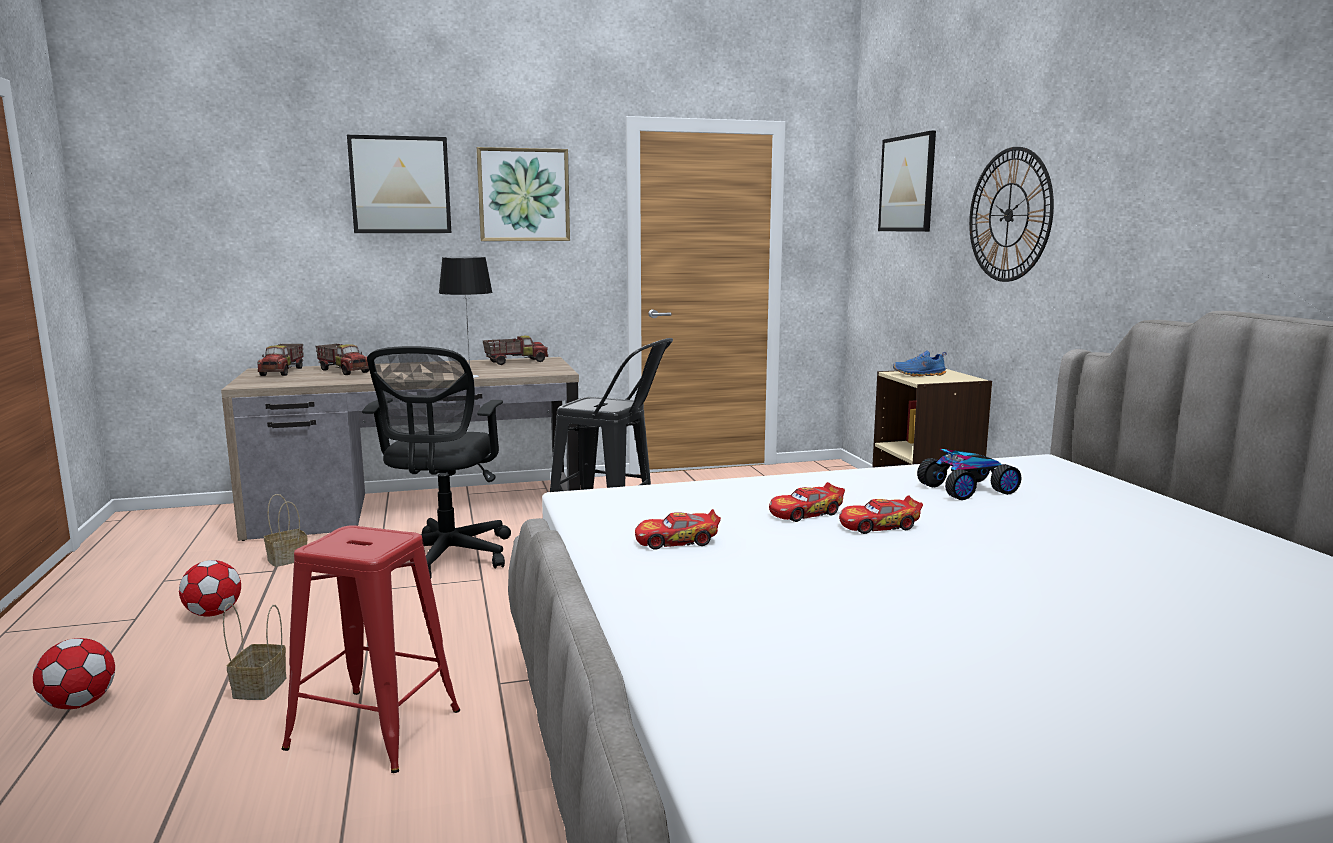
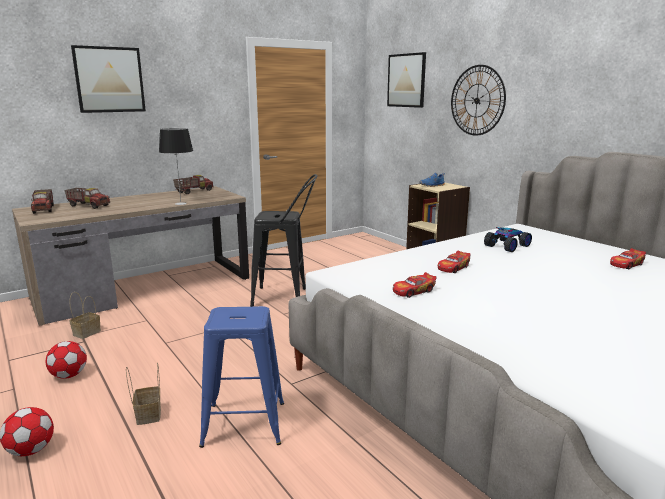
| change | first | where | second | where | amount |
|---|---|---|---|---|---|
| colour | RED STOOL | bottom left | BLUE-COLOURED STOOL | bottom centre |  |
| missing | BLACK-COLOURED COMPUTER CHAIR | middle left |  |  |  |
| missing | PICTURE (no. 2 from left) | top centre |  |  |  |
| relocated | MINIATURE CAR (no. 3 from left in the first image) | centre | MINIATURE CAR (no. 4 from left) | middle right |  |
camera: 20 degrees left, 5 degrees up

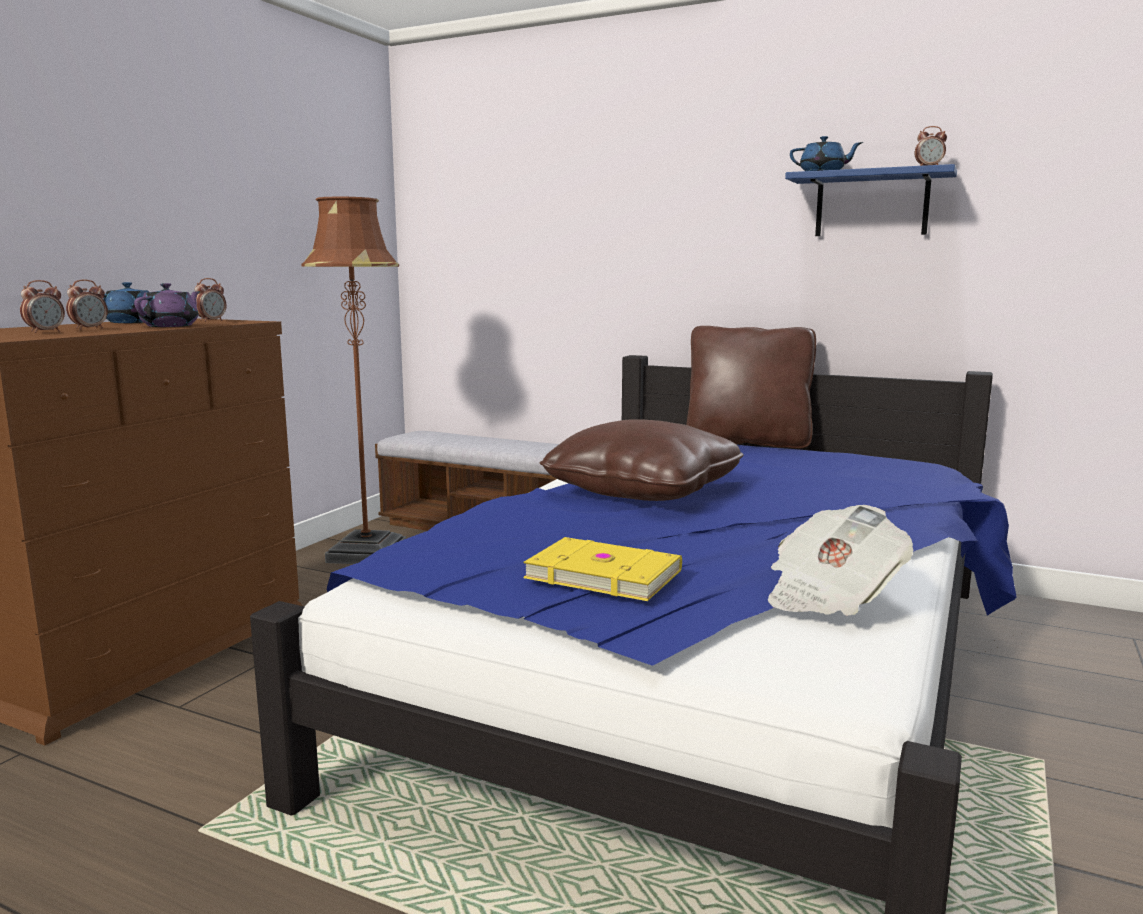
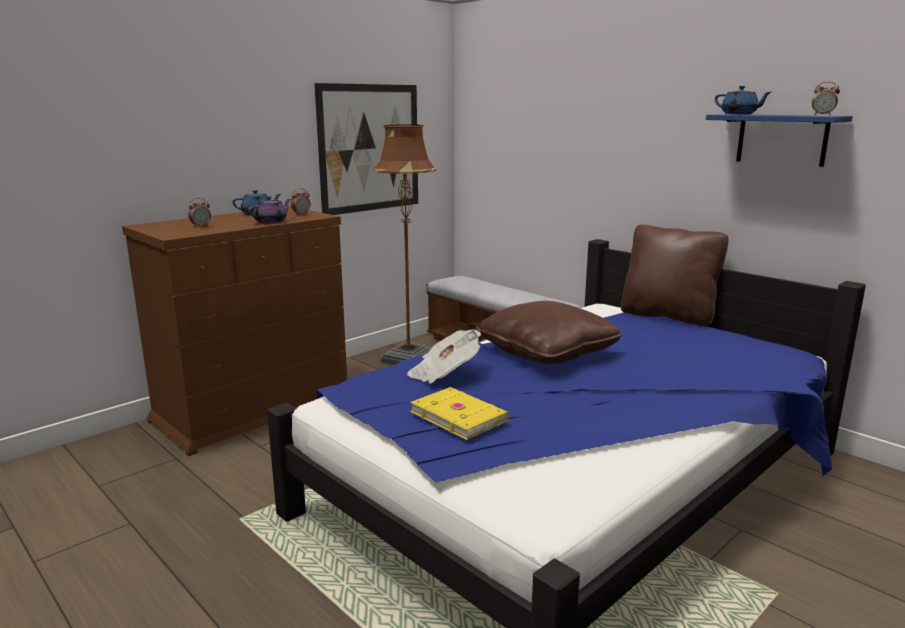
| change | first | where | second | where | amount |
|---|---|---|---|---|---|
| missing | BEDSIDE CLOCK (no. 2 from left) | middle left |  |  |  |
| relocated | PRINTED PAPER | middle right |  | centre |  |
| appeared |  |  | PICTURE | top centre |  |
camera: 20 degrees right, 5 degrees up

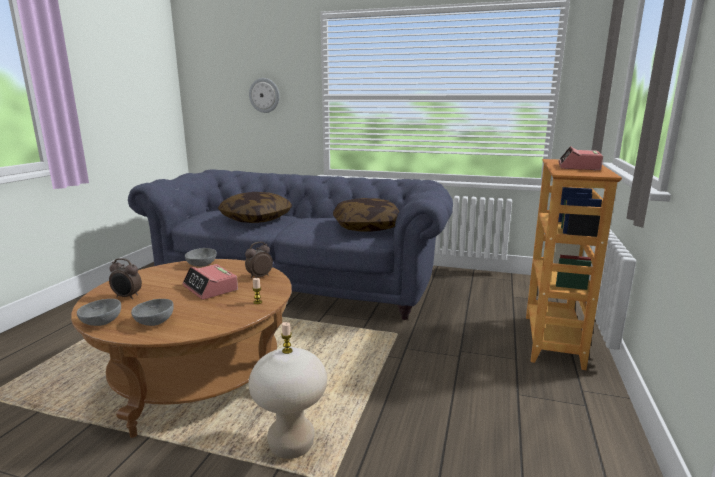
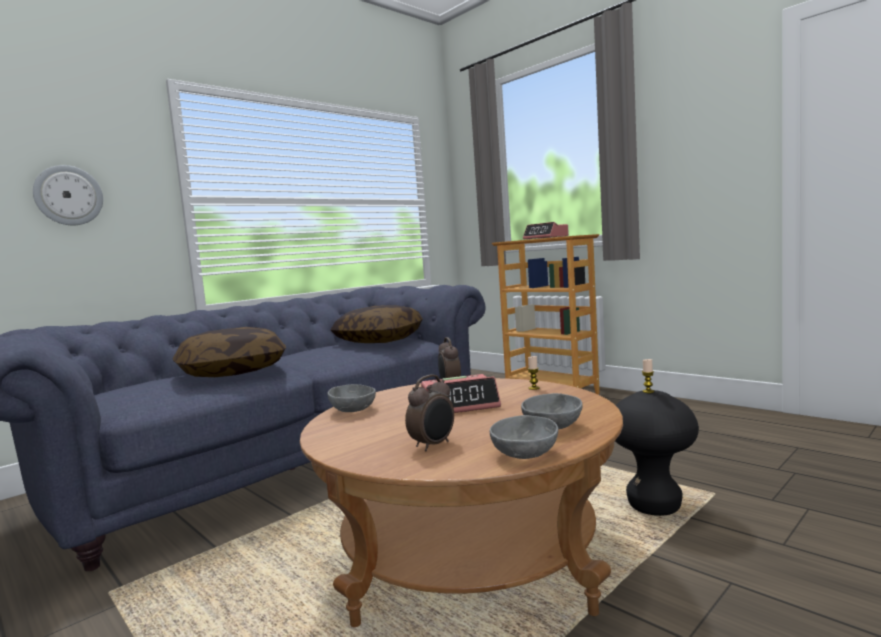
| change | first | where | second | where | amount |
|---|---|---|---|---|---|
| colour | BEIGE STOOL | bottom centre | BLACK-COLOURED STOOL | bottom right |  |
camera: 60 degrees left, 10 degrees down

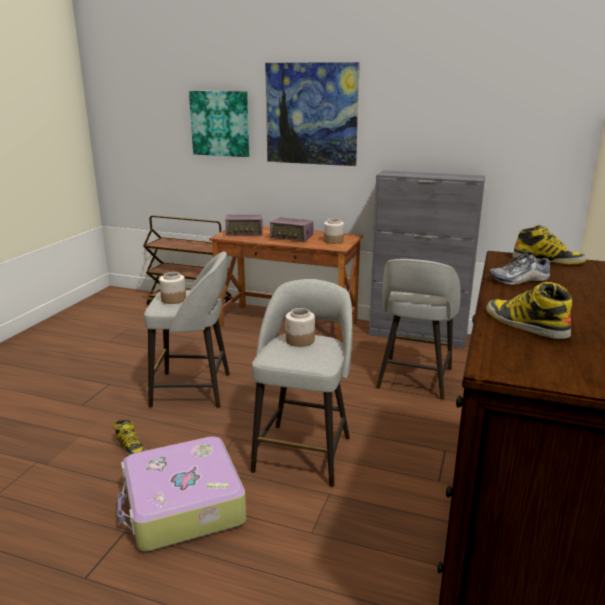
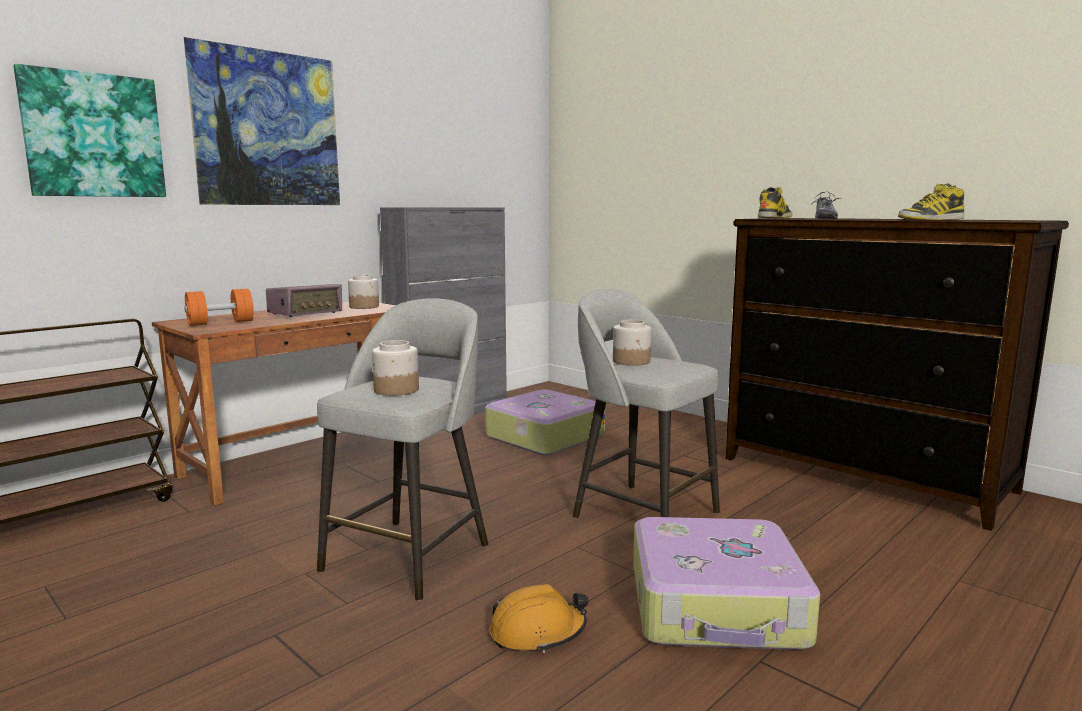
| change | first | where | second | where | amount |
|---|---|---|---|---|---|
| exchanged | BOOT (no. 1 from left) | bottom left | ORANGE-COLOURED SAFETY HELMET | bottom centre |  |
| exchanged | RADIO RECEIVER (no. 1 from left) | centre | ORANGE-COLOURED HAND WEIGHT | middle left |  |
| exchanged | GRAY STOOL (no. 3 from left) | middle right | PIECE OF LUGGAGE (no. 1 from left) | centre |  |
camera: 65 degrees left, 10 degrees down

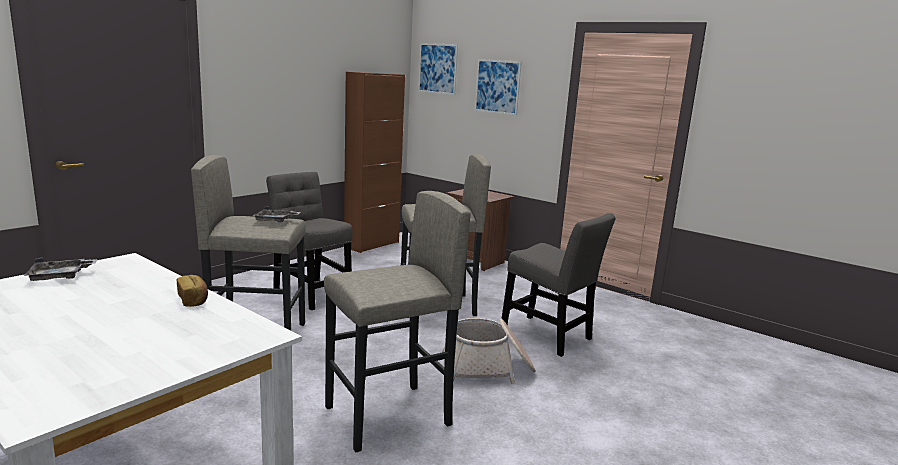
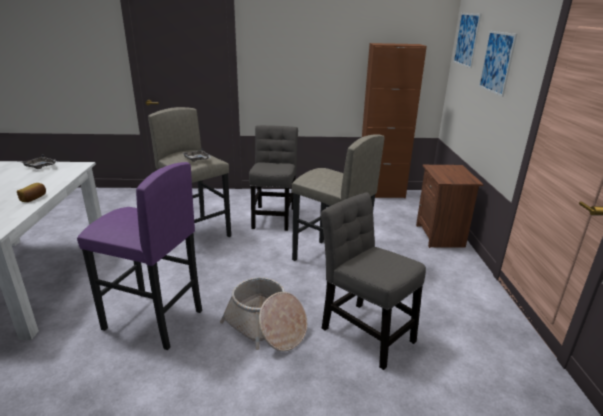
| change | first | where | second | where | amount |
|---|---|---|---|---|---|
| colour | GRAY STOOL (no. 2 from left) | bottom centre | PURPLISH STOOL | middle left |  |
| spun | GRAY CHAIR (no. 2 from left) | centre |  | bottom centre | 135 degrees clockwise |
camera: 50 degrees right, 10 degrees up

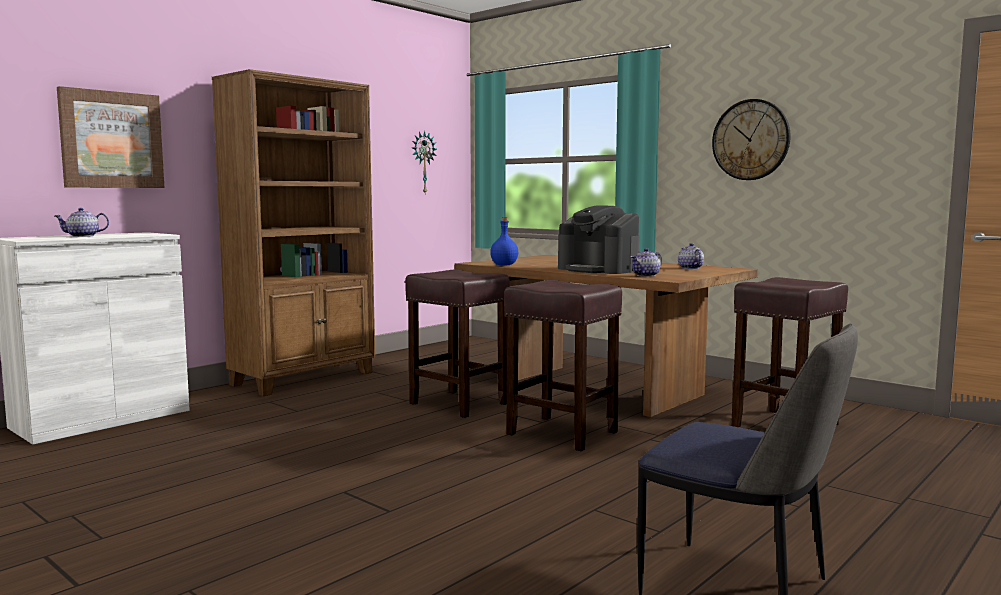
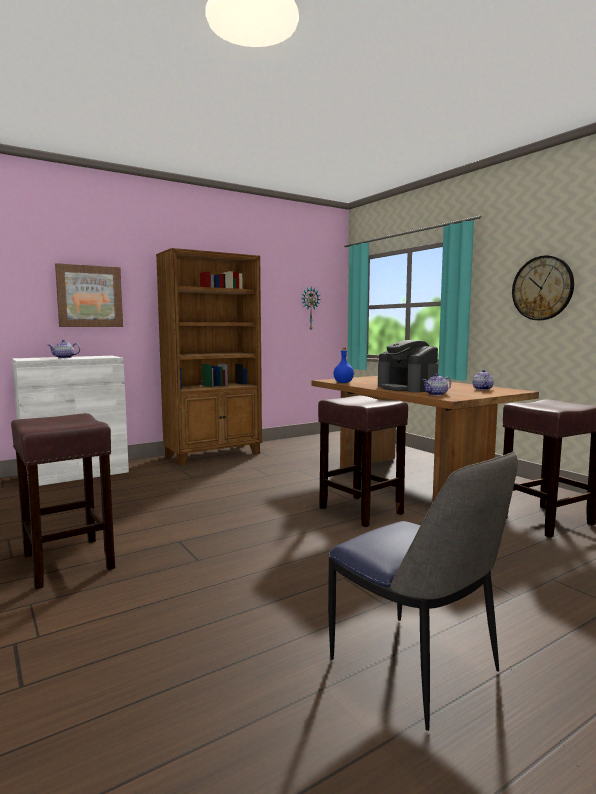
| change | first | where | second | where | amount |
|---|---|---|---|---|---|
| relocated | BROWN STOOL (no. 1 from left) | centre |  | middle left |  |
camera: 15 degrees right, 0 degrees up

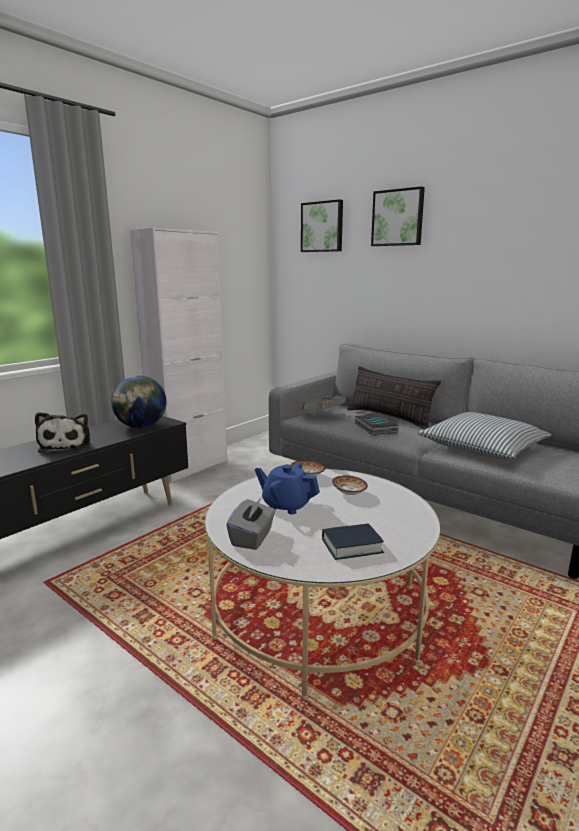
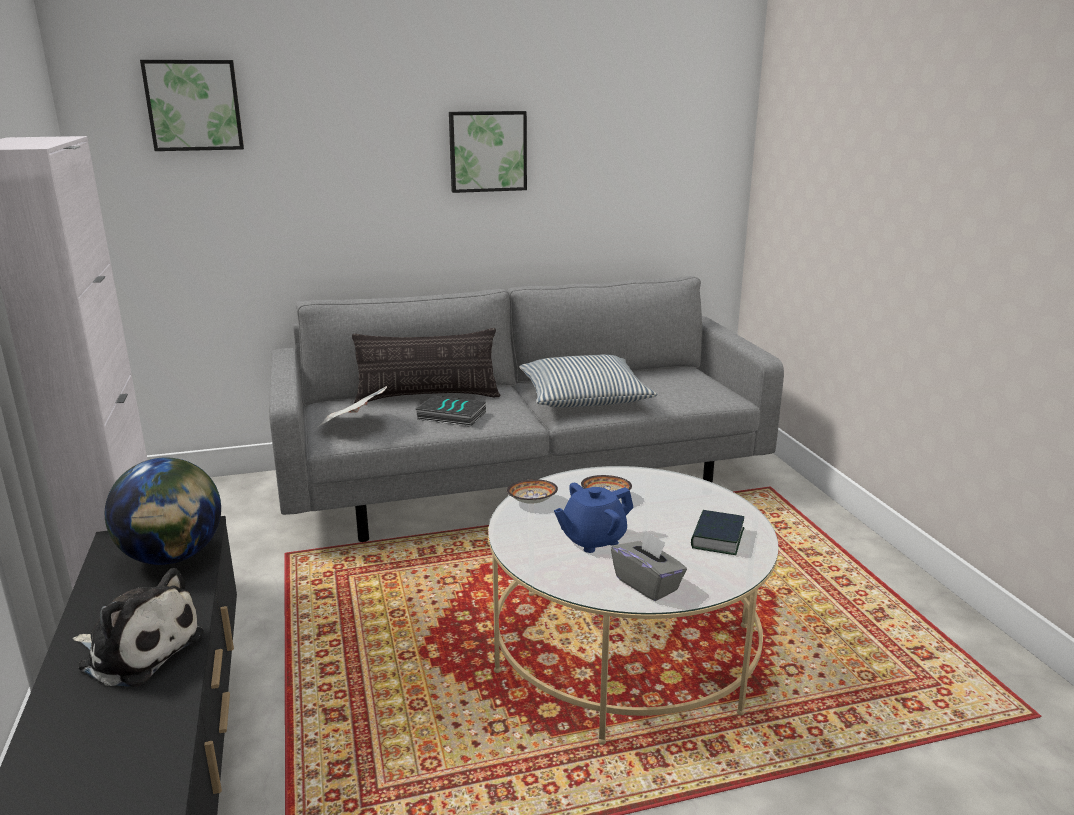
| change | first | where | second | where | amount |
|---|---|---|---|---|---|
| relocated | PICTURE (no. 2 from left) | top right |  | top centre |  |
camera: 55 degrees left, 5 degrees up

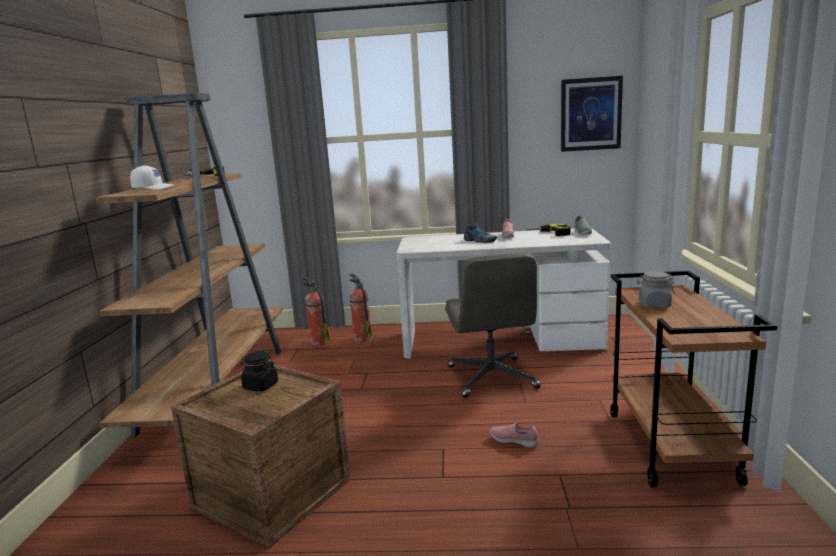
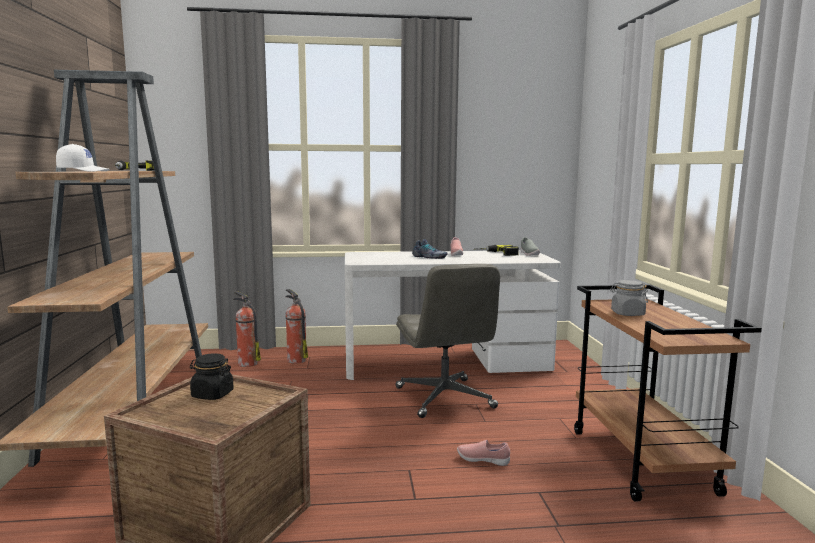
| change | first | where | second | where | amount |
|---|---|---|---|---|---|
| missing | PICTURE | top right |  |  |  |
camera: 10 degrees left, 5 degrees down

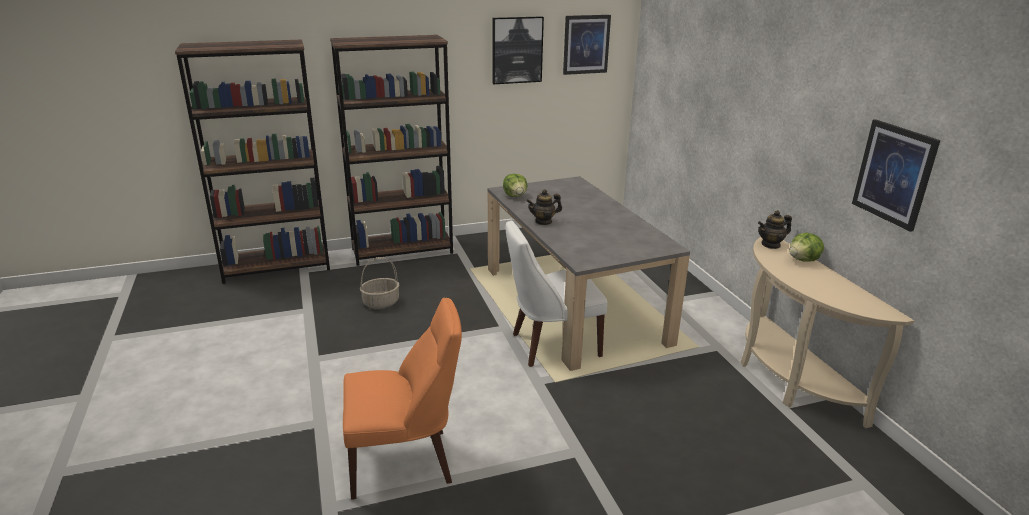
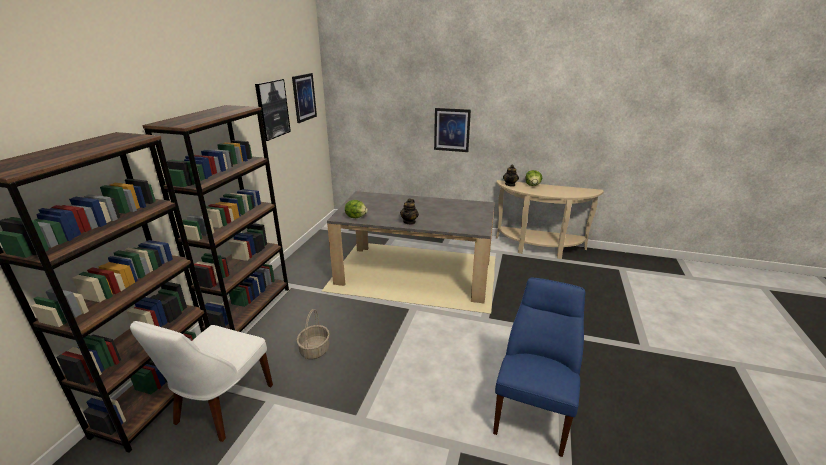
| change | first | where | second | where | amount |
|---|---|---|---|---|---|
| colour | ORANGE-COLOURED CHAIR | bottom centre | BLUE-COLOURED CHAIR | bottom centre |  |
| relocated | WHITE-COLOURED CHAIR | centre |  | bottom left |  |
| relocated | PICTURE (no. 3 from left) | middle right |  | top centre |  |
camera: 55 degrees left, 0 degrees up

